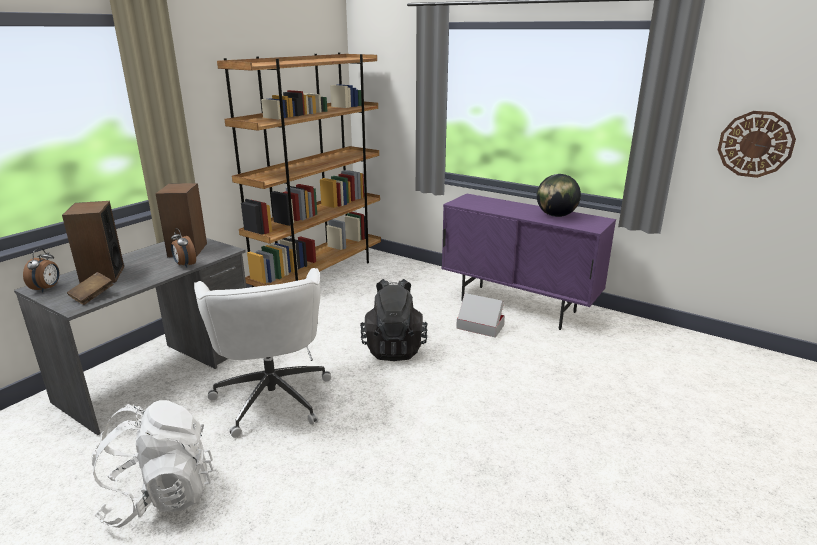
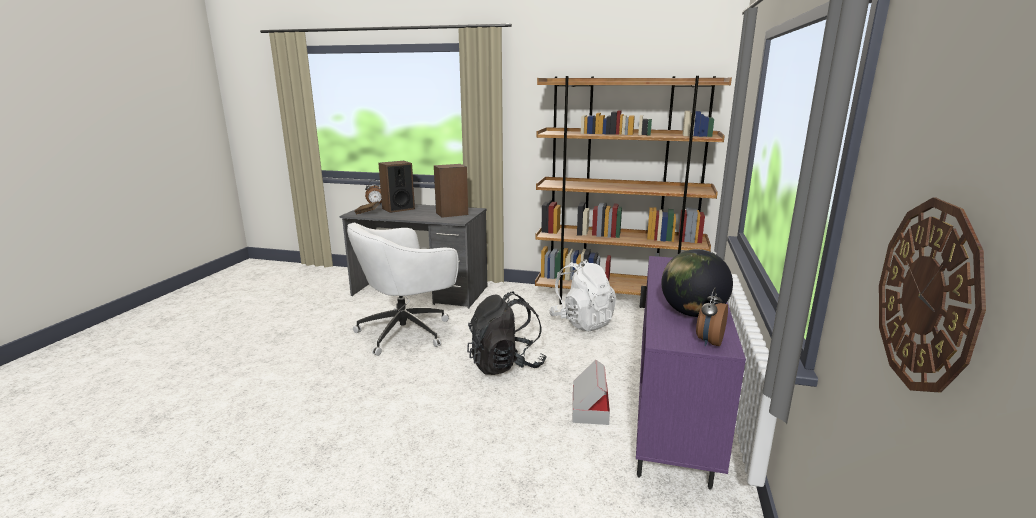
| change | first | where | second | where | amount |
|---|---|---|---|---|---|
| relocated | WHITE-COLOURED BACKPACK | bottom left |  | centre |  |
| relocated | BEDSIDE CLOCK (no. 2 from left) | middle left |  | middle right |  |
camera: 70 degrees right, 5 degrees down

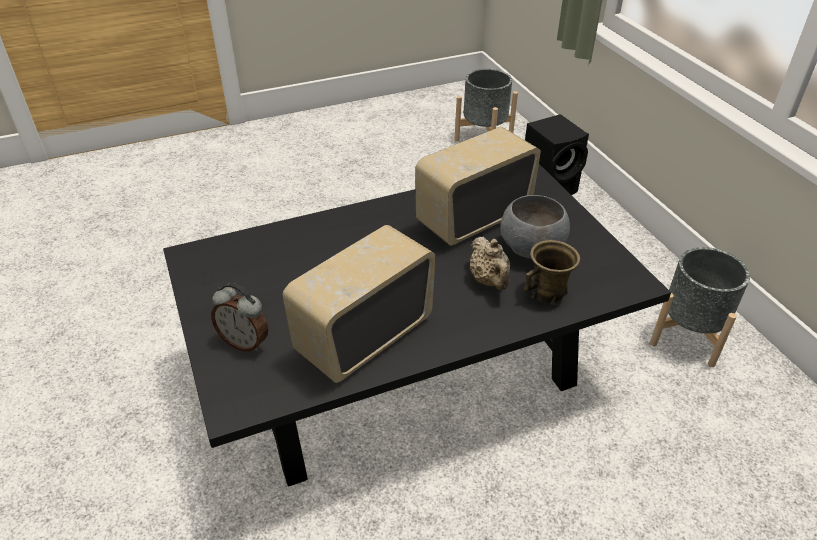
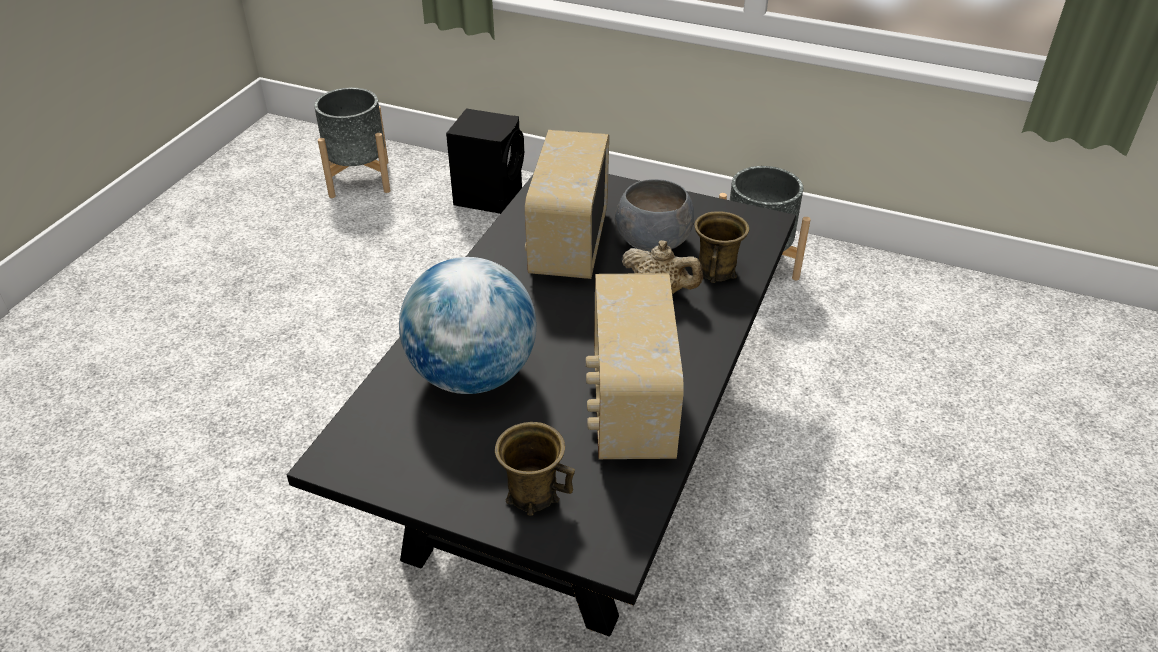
| change | first | where | second | where | amount |
|---|---|---|---|---|---|
| exchanged | BEDSIDE CLOCK | middle left | BROWN MUG (no. 1 from left) | bottom centre |  |
| appeared |  |  | WORLD GLOBE | centre |  |
camera: 45 degrees left, 0 degrees up

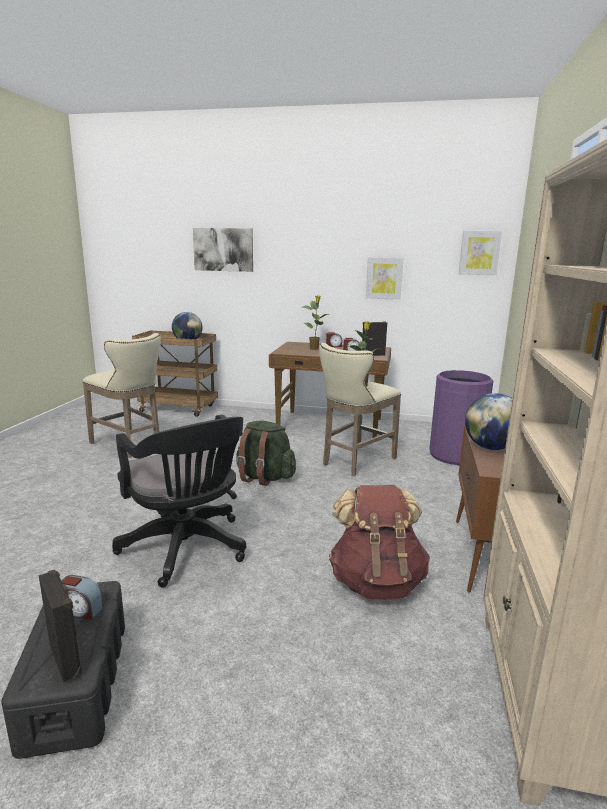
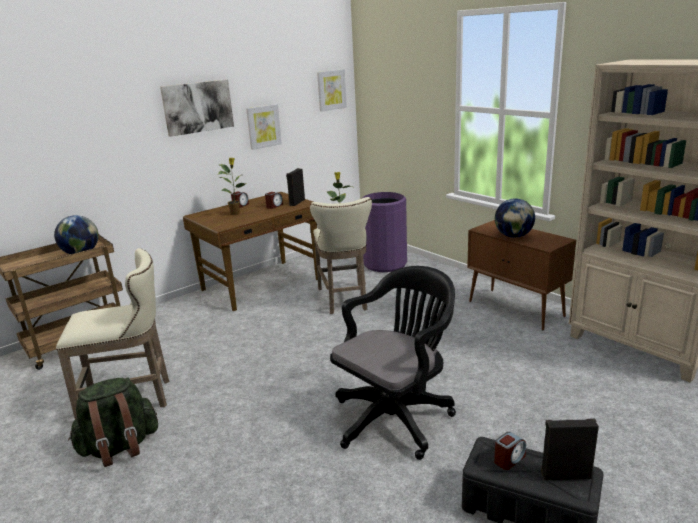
| change | first | where | second | where | amount |
|---|---|---|---|---|---|
| spun | BLACK-COLOURED COMPUTER CHAIR | middle left |  | bottom centre | 45 degrees counterclockwise |
| relocated | PICTURE (no. 1 from left) | top centre |  | top left |  |
| relocated | GREENISH BACKPACK | centre |  | bottom left |  |
| missing | BROWN BACKPACK | bottom centre |  |  |  |
camera: 50 degrees left, 5 degrees up

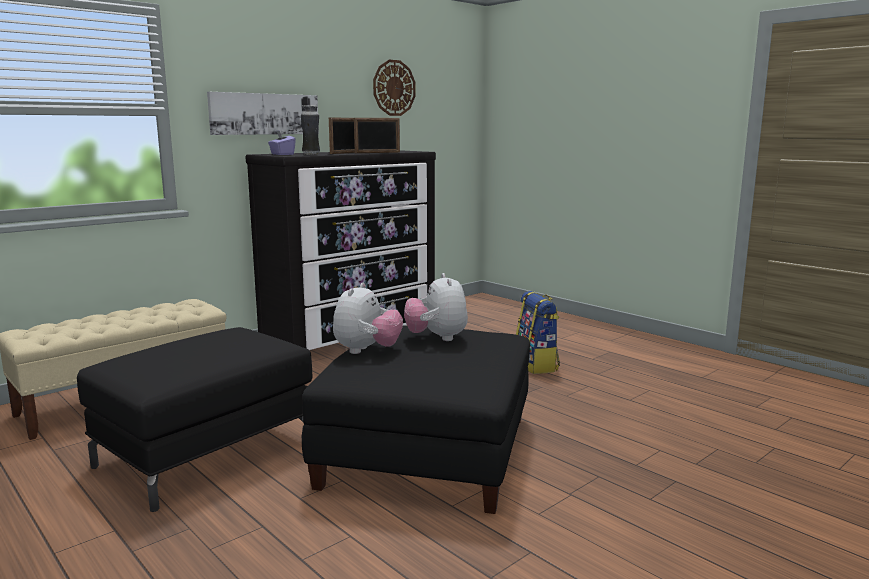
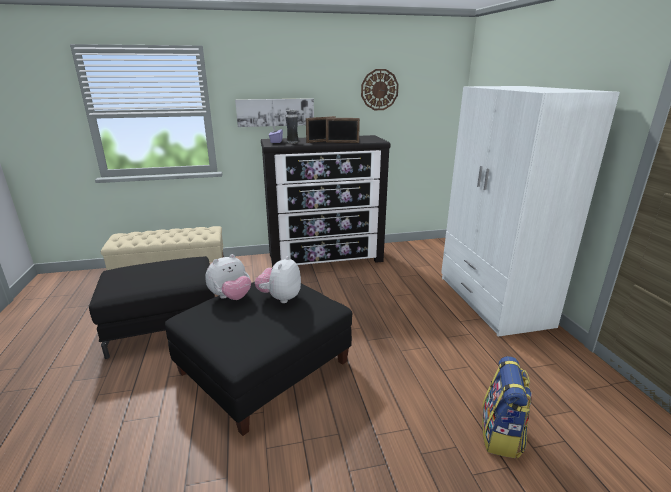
| change | first | where | second | where | amount |
|---|---|---|---|---|---|
| relocated | BACKPACK | centre |  | bottom right |  |
| appeared |  |  | WHITE-COLOURED ARMOIRE | middle right |  |
camera: 30 degrees right, 10 degrees up

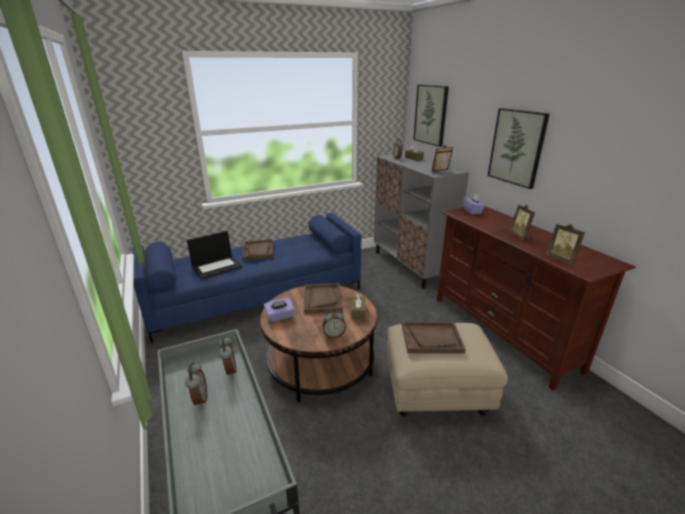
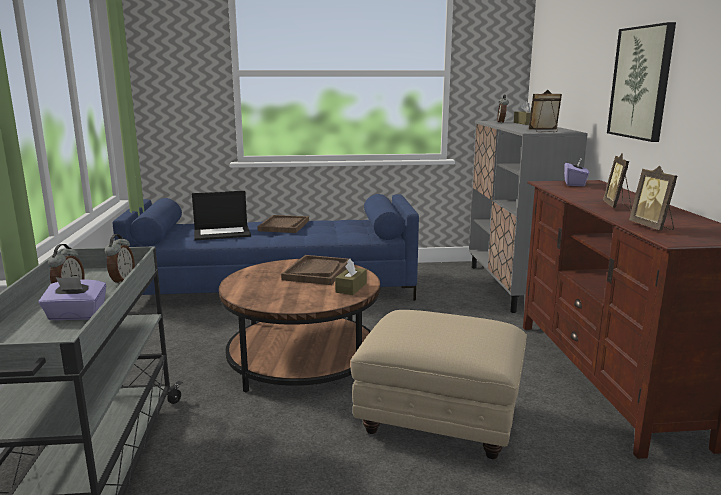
| change | first | where | second | where | amount |
|---|---|---|---|---|---|
| relocated | PURPLISH TISSUE BOX (no. 1 from left) | centre |  | middle left |  |
| missing | BEDSIDE CLOCK (no. 3 from left) | centre |  |  |  |
| missing | BROWN TRAY (no. 3 from left) | centre |  |  |  |
| missing | PICTURE (no. 1 from left) | top centre |  |  |  |
camera: 20 degrees right, 10 degrees down

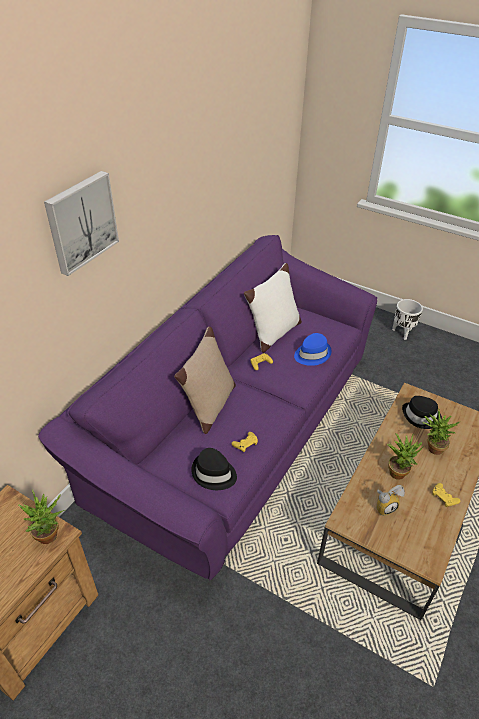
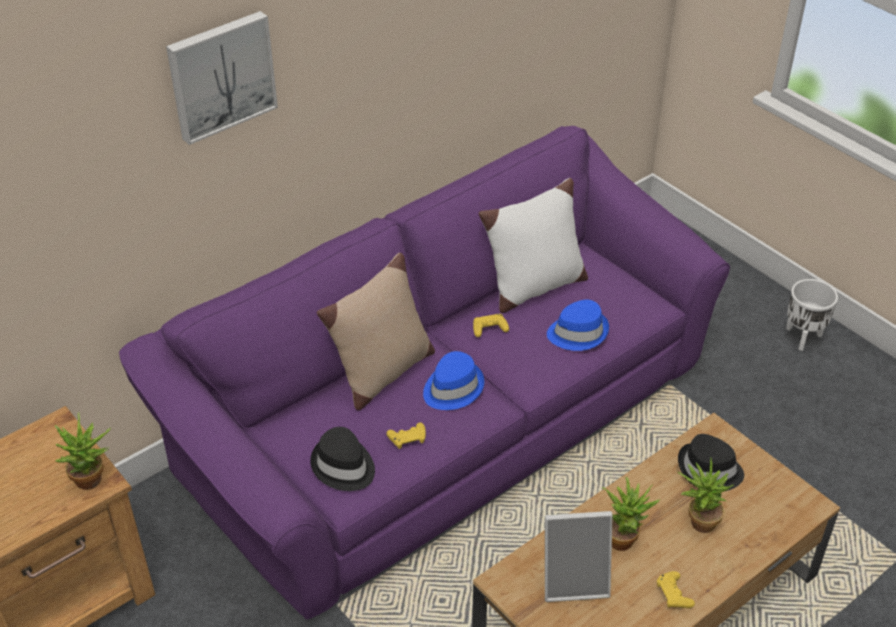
| change | first | where | second | where | amount |
|---|---|---|---|---|---|
| exchanged | BEDSIDE CLOCK | bottom right | PHOTO FRAME | bottom centre |  |
| appeared |  |  | BLUE-COLOURED WEARABLE HAT (no. 1 from left) | centre |  |
camera: 20 degrees right, 0 degrees up

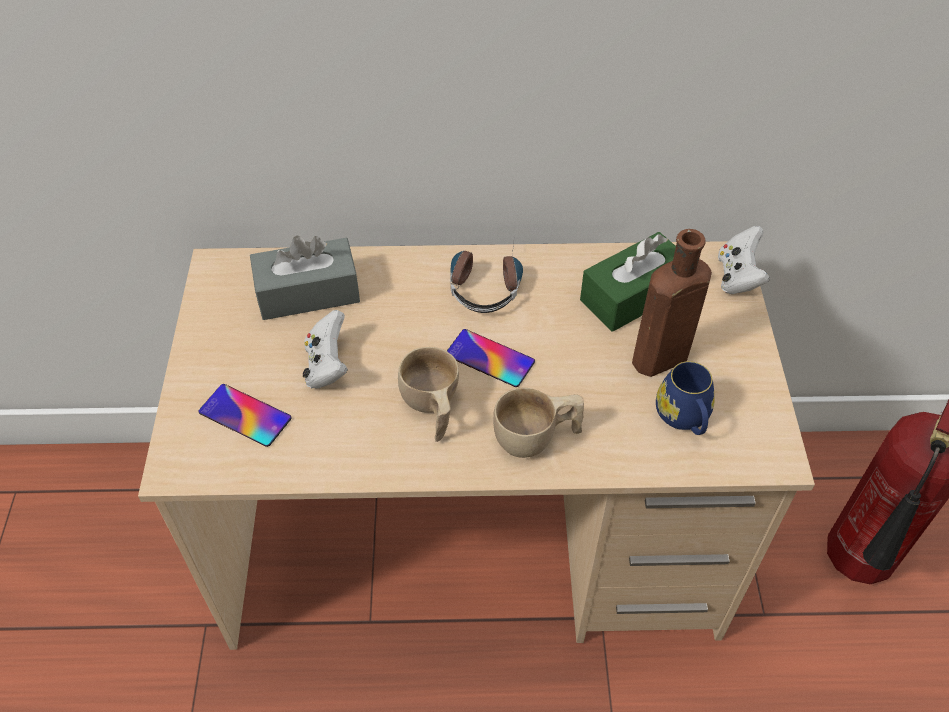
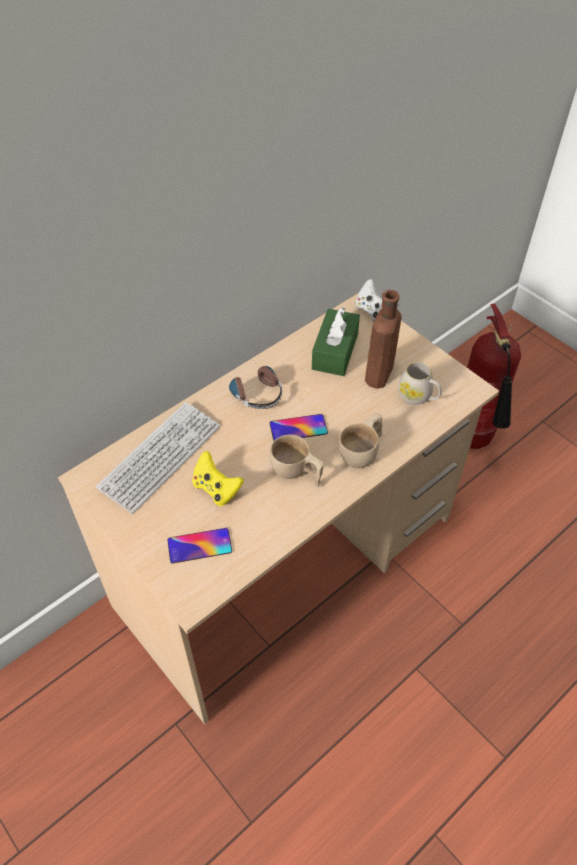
| change | first | where | second | where | amount |
|---|---|---|---|---|---|
| exchanged | GRAY TISSUE BOX | middle left | PC KEYBOARD | middle left |  |
| colour | WHITE-COLOURED GAME CONTROLLER (no. 1 from left) | centre | YELLOW GAME CONTROLLER | centre |  |
| colour | BLUE-COLOURED MUG | middle right | WHITE-COLOURED MUG | middle right |  |
camera: 40 degrees left, 0 degrees up

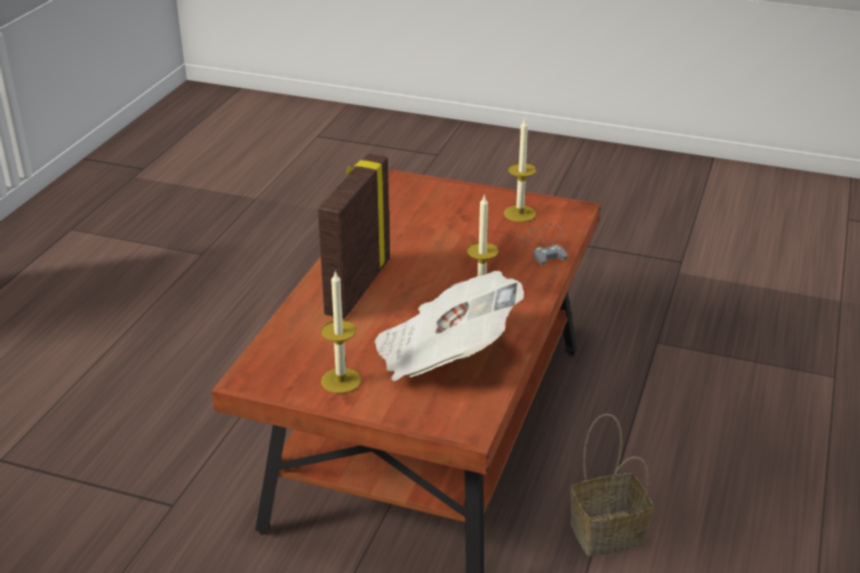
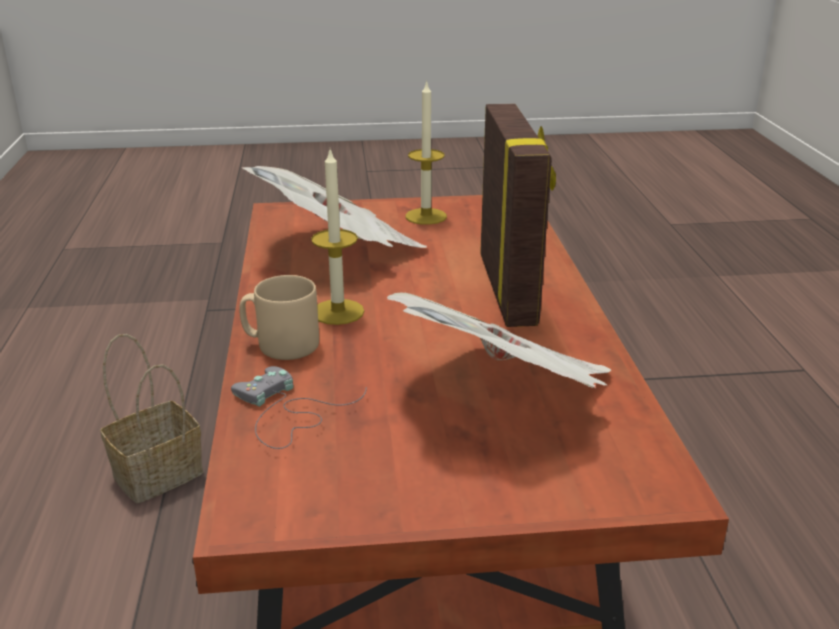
| change | first | where | second | where | amount |
|---|---|---|---|---|---|
| missing | CANDLE (no. 3 from left) | top centre |  |  |  |
| appeared |  |  | BEIGE MUG | middle left |  |
| appeared |  |  | PRINTED PAPER (no. 2 from left) | centre |  |
camera: 155 degrees right, 5 degrees down

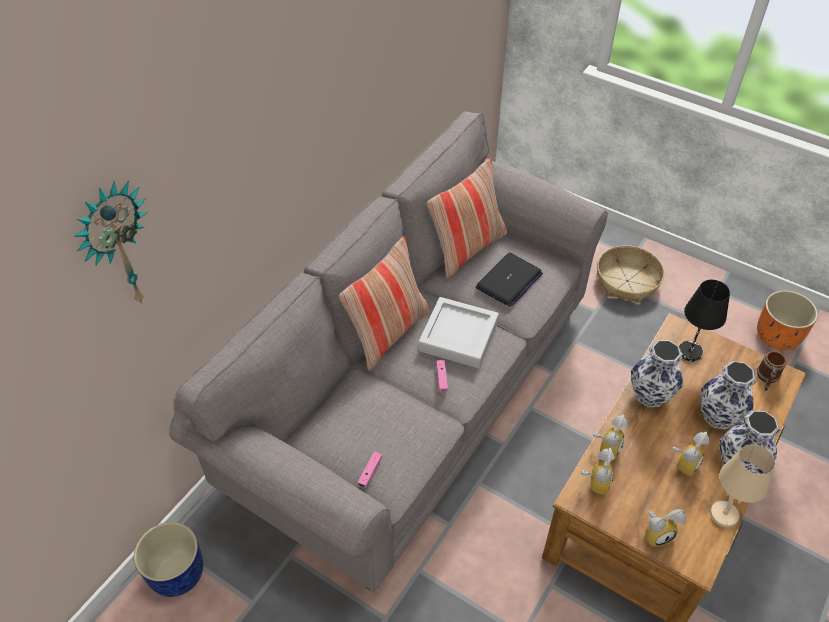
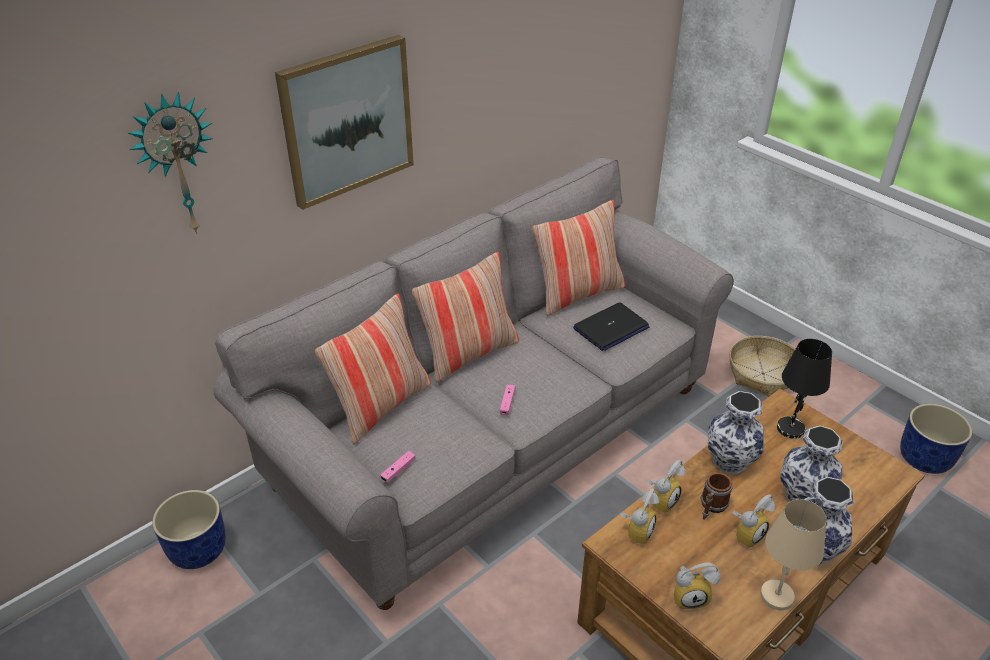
| change | first | where | second | where | amount |
|---|---|---|---|---|---|
| missing | GRAY TRAY | centre |  |  |  |
| colour | ORANGE-COLOURED PLANT POT | middle right | BLUE-COLOURED PLANT POT (no. 2 from left) | middle right |  |
| relocated | MUG | middle right |  | bottom right |  |
| appeared |  |  | PICTURE | top centre |  |
| appeared |  |  | PILLOW (no. 1 from left) | centre |  |
camera: 15 degrees right, 10 degrees down

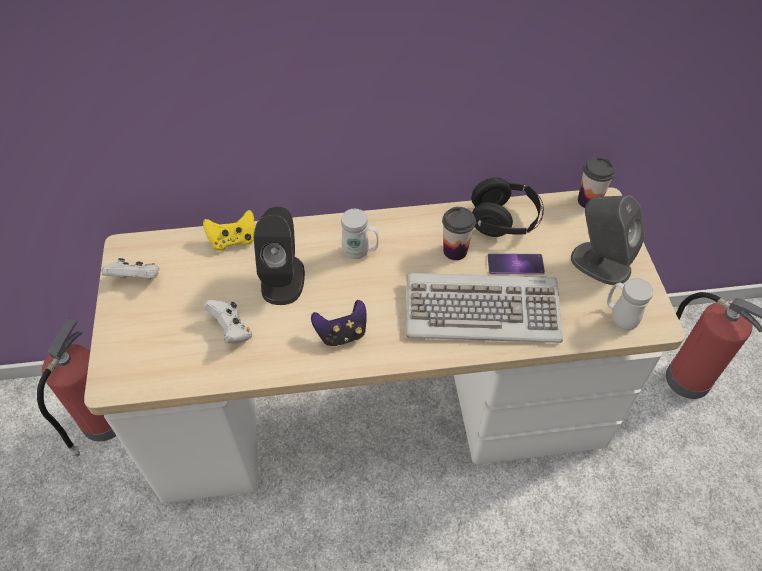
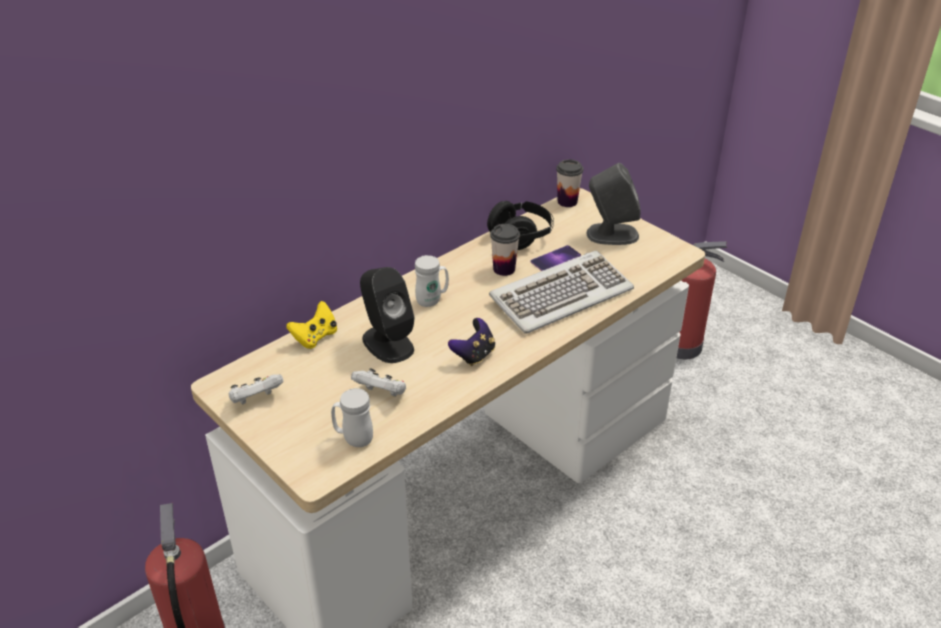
| change | first | where | second | where | amount |
|---|---|---|---|---|---|
| relocated | WHITE-COLOURED MUG (no. 2 from left in the first image) | middle right | WHITE-COLOURED MUG (no. 1 from left) | centre |  |
camera: 35 degrees left, 15 degrees down

